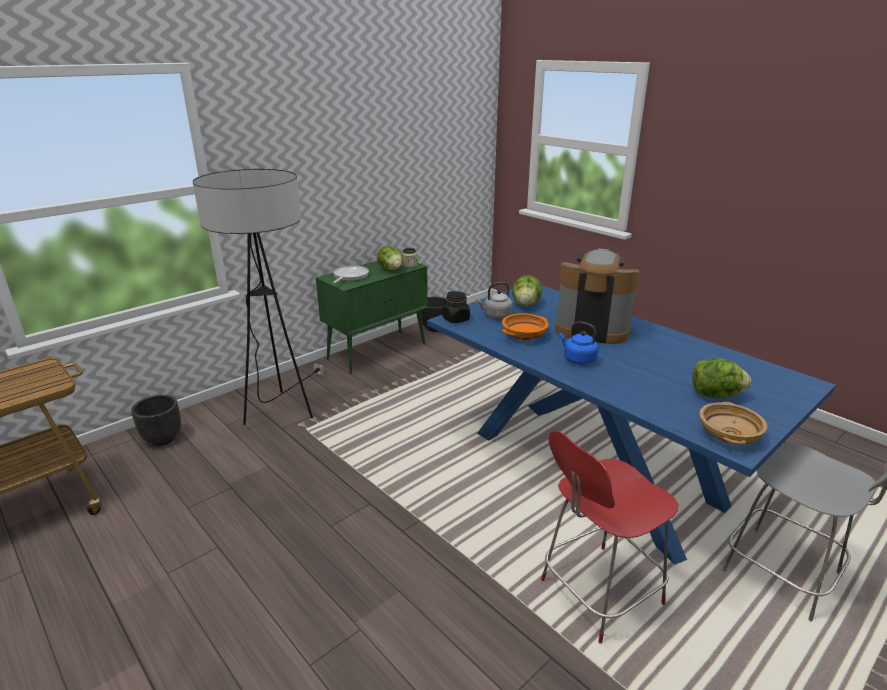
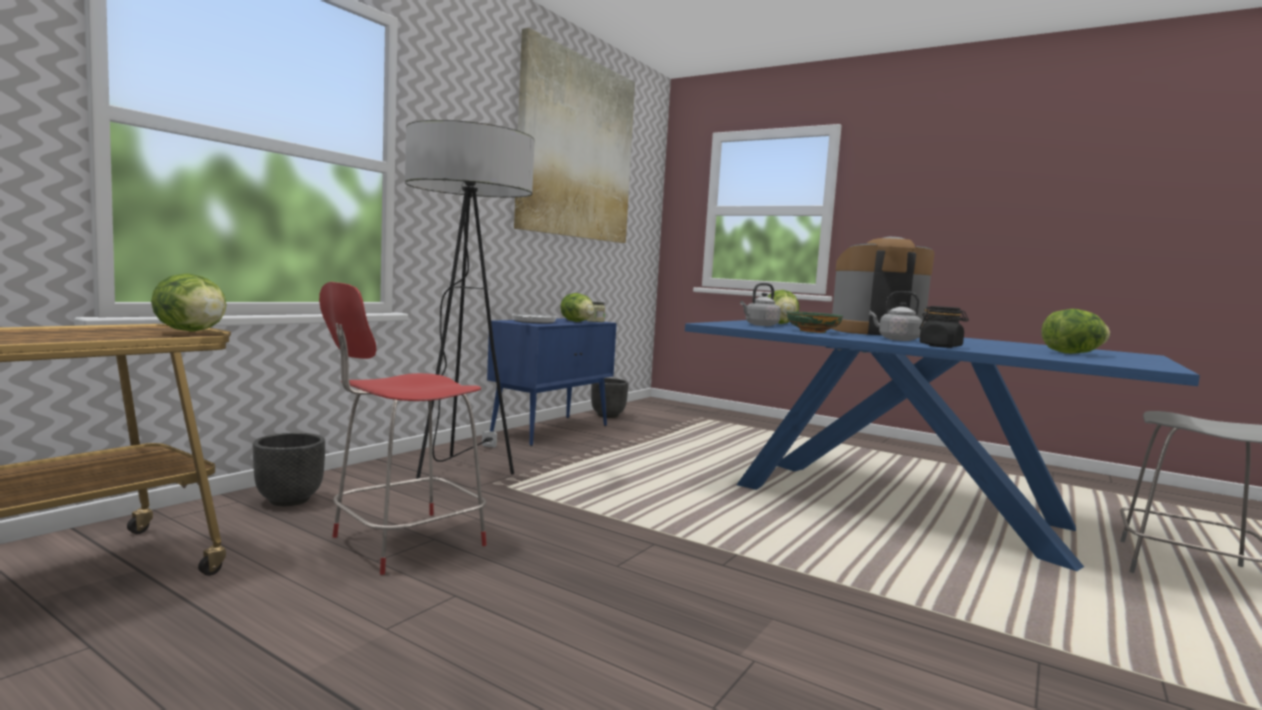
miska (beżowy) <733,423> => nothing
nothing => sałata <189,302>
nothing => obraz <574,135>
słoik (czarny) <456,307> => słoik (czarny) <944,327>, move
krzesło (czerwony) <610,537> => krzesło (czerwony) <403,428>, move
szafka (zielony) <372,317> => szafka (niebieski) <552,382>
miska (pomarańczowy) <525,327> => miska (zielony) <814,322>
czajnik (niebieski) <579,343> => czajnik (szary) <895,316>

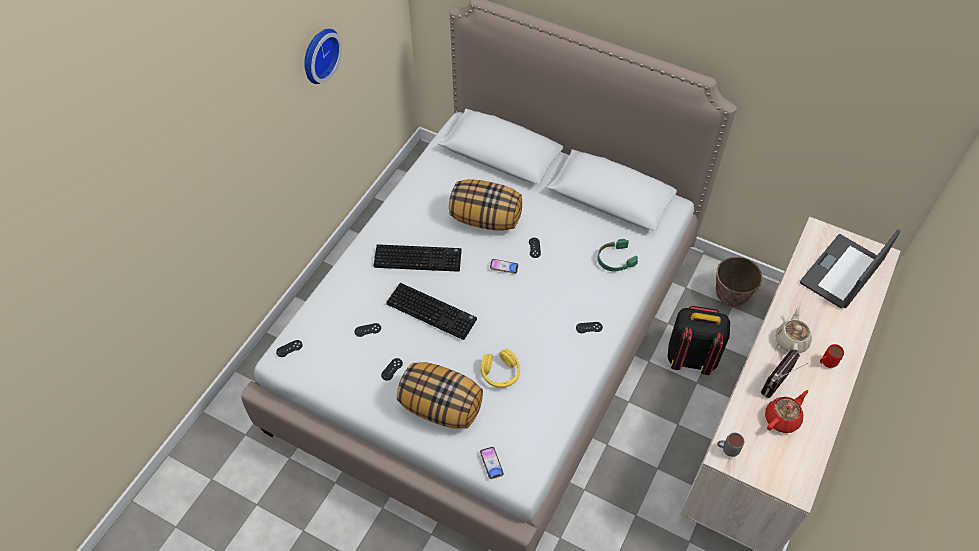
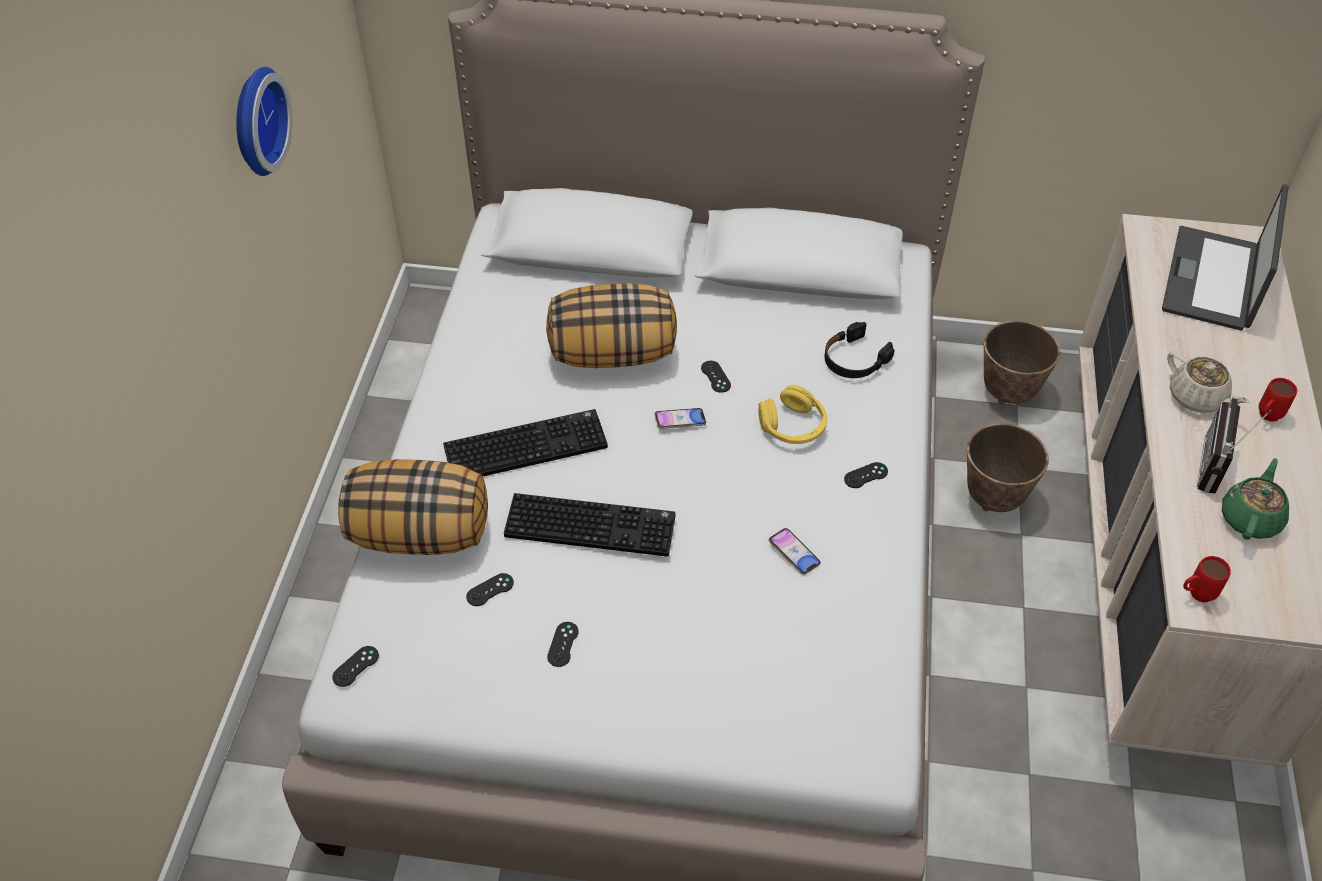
poduszka <440,395> => poduszka <413,507>, move
telefon <492,463> => telefon <795,551>, move
słuchawki (żółty) <500,368> => słuchawki (żółty) <792,414>, move
plecak (czarny) <699,340> => donica <1008,467>
słuchawki (zielony) <618,255> => słuchawki (czarny) <859,350>
kubek (szary) <730,445> => kubek (czerwony) <1207,579>
imbryk (czerwony) <786,411> => imbryk (zielony) <1255,499>
imbryk (beżowy) <794,329> => imbryk (beżowy) <1208,382>, 150 degrees clockwise

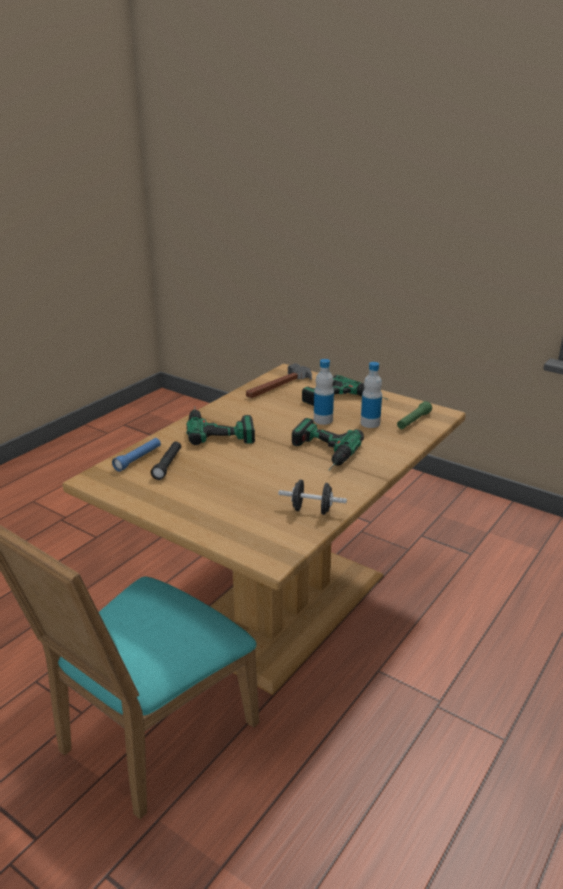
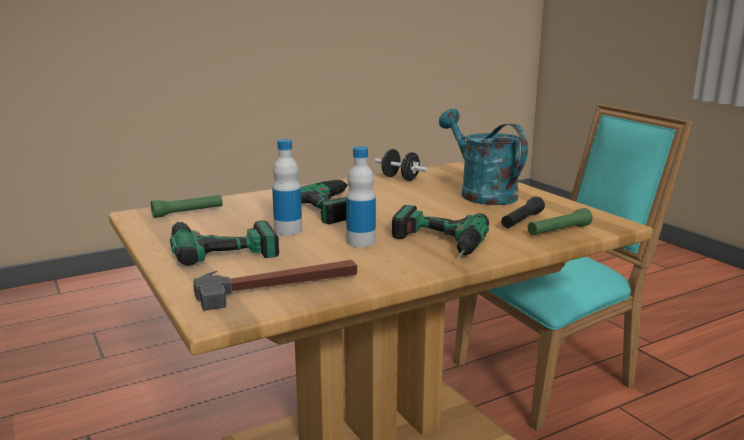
nothing => konewka (turkusowy) <483,157>
butelka <371,395> => butelka <361,196>, move
latarka (niebieski) <136,455> => latarka (zielony) <560,221>

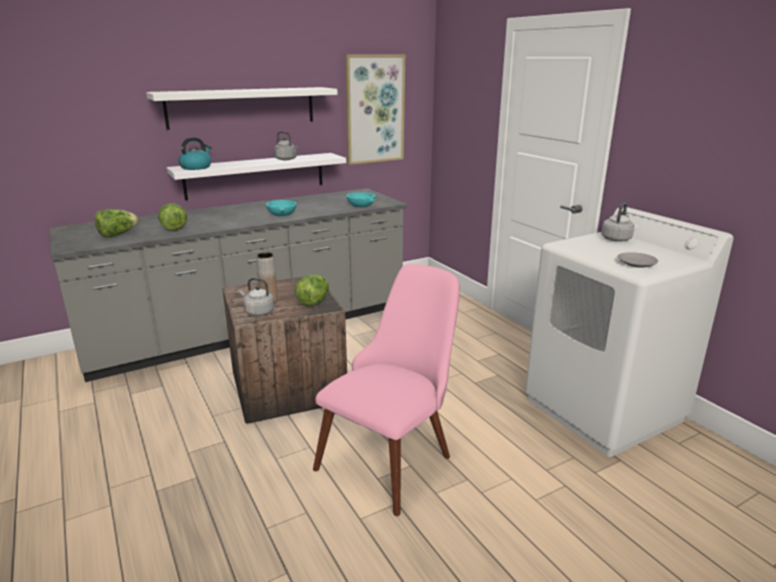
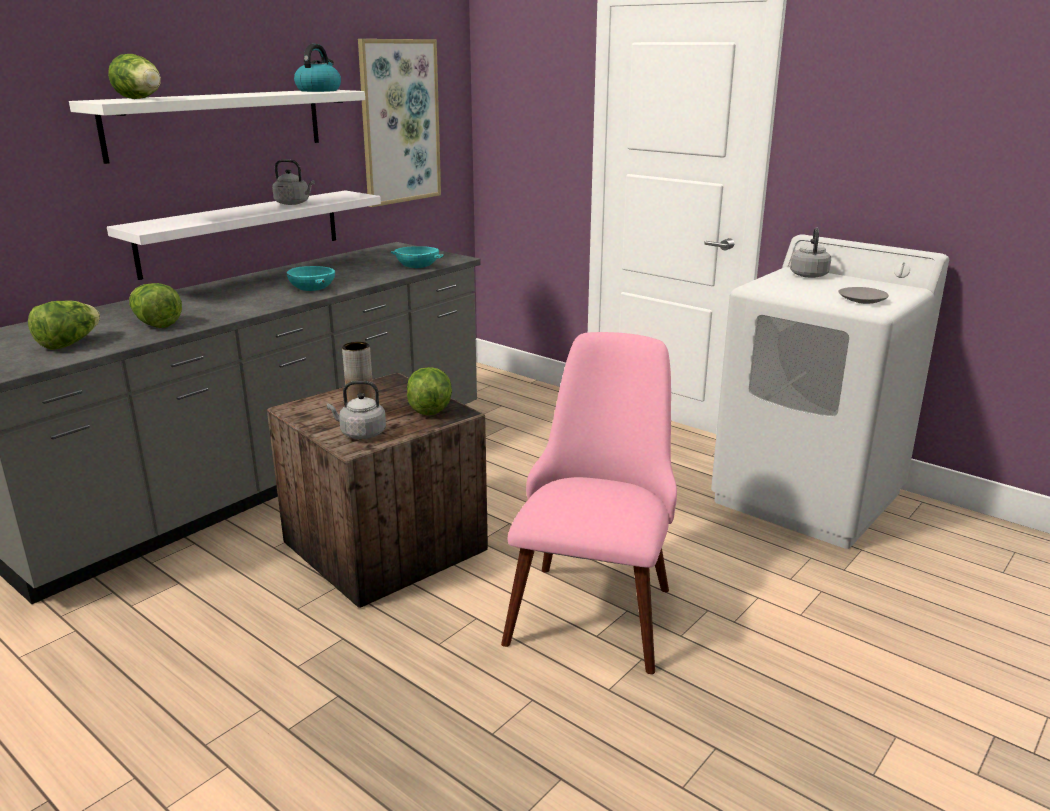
nothing => sałata <134,76>
czajnik <194,153> => czajnik <317,68>, move

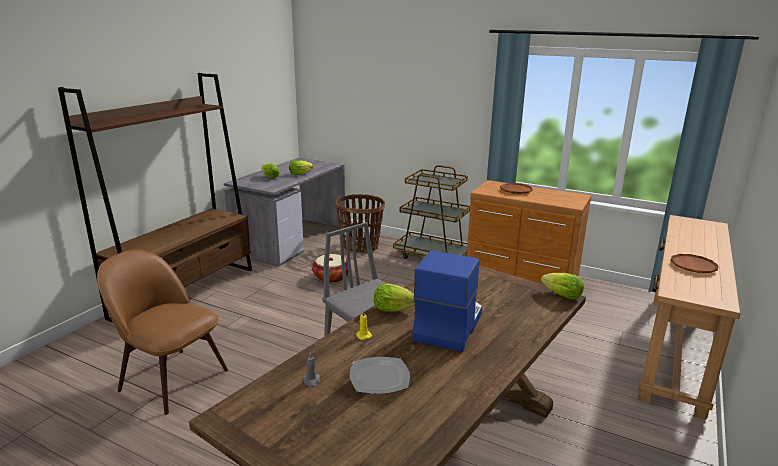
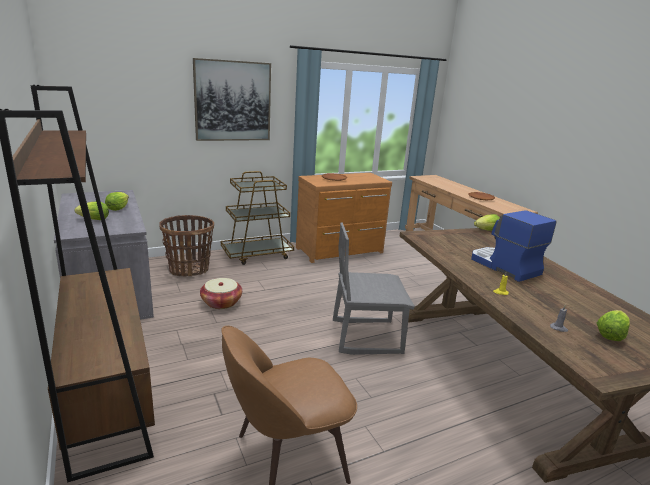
talerz <380,375> => nothing
nothing => obraz <232,99>
sałata <394,297> => sałata <613,325>, move

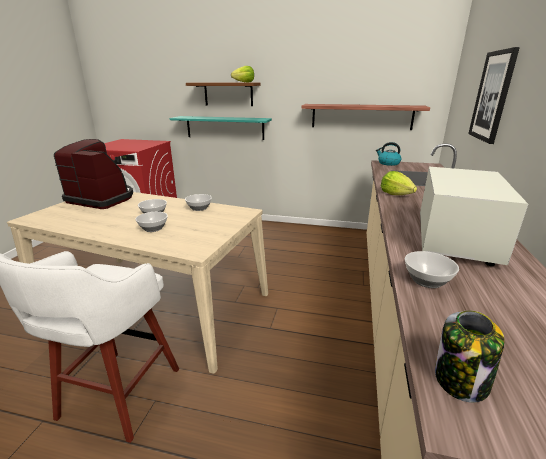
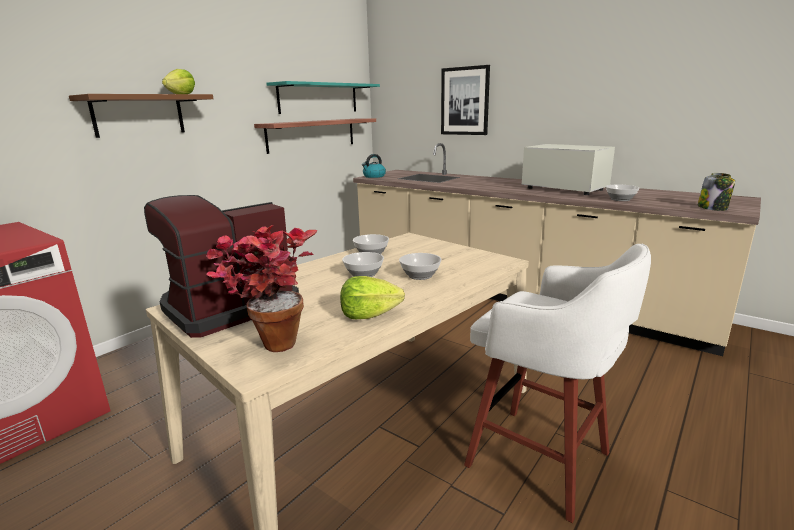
nothing => roślina doniczkowa <261,288>
półka (turkusowy) <220,128> => półka (turkusowy) <323,97>, move
sałata <399,183> => sałata <372,297>, move

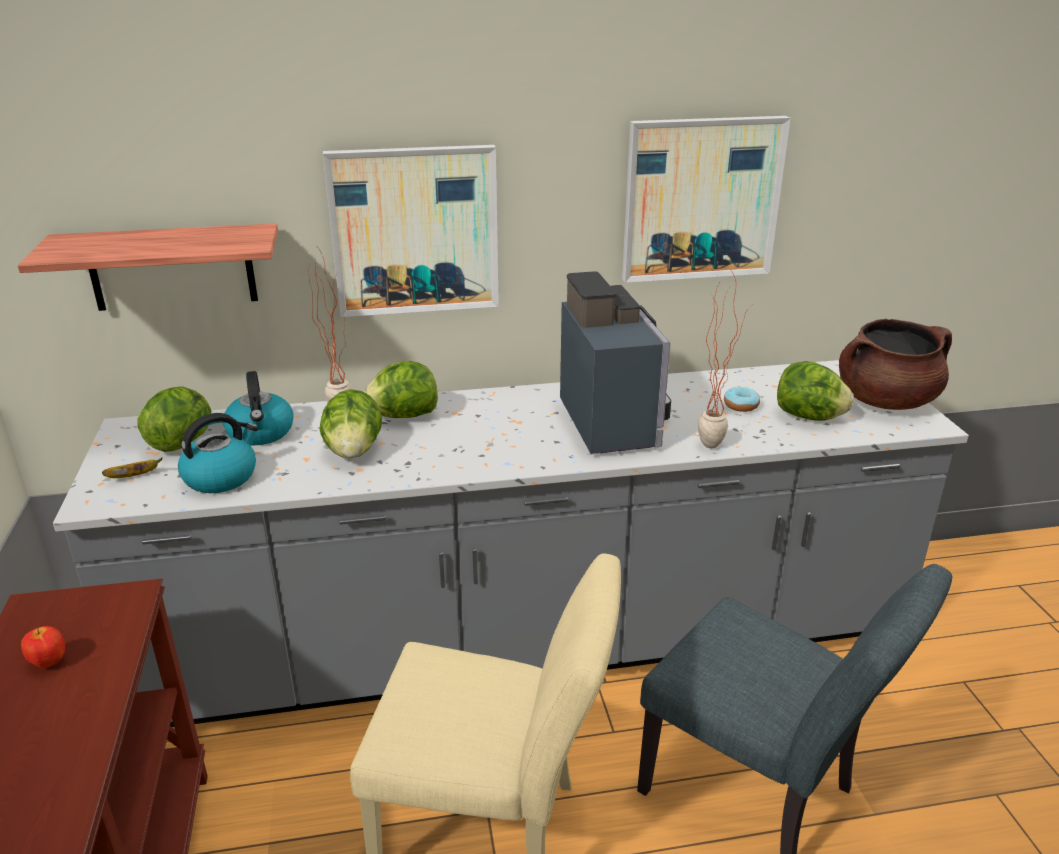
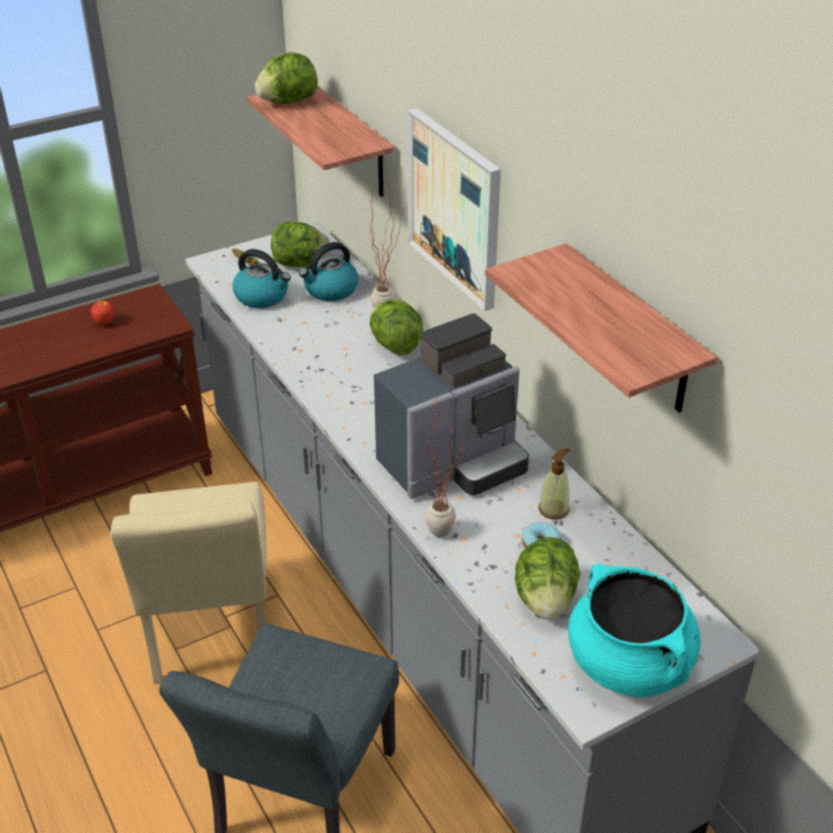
nothing => dozownik mydła <554,484>
sałata <351,424> => sałata <286,78>, move
obraz <706,199> => półka <601,328>
garnek (brązowy) <895,364> => garnek (turkusowy) <634,631>

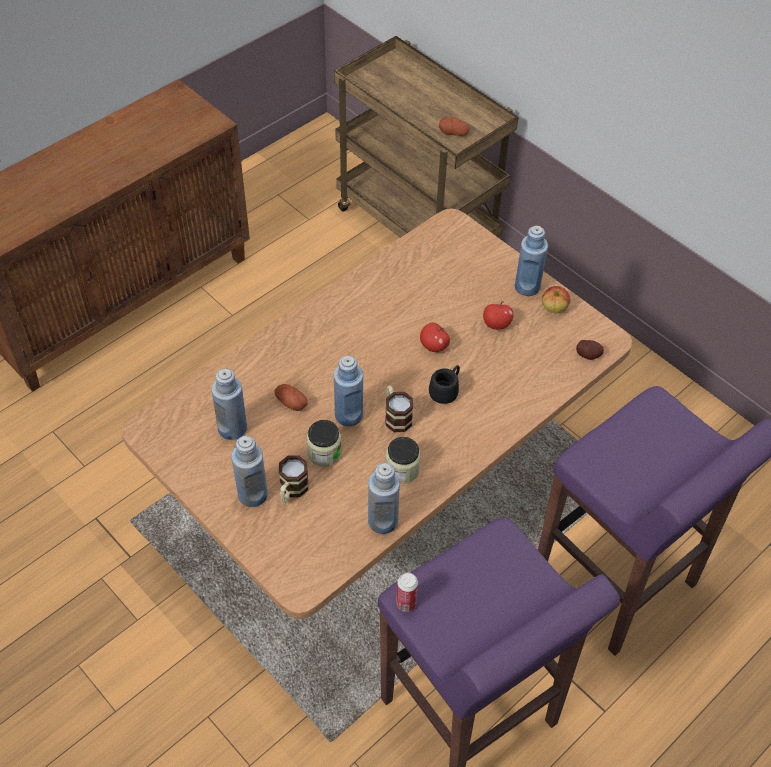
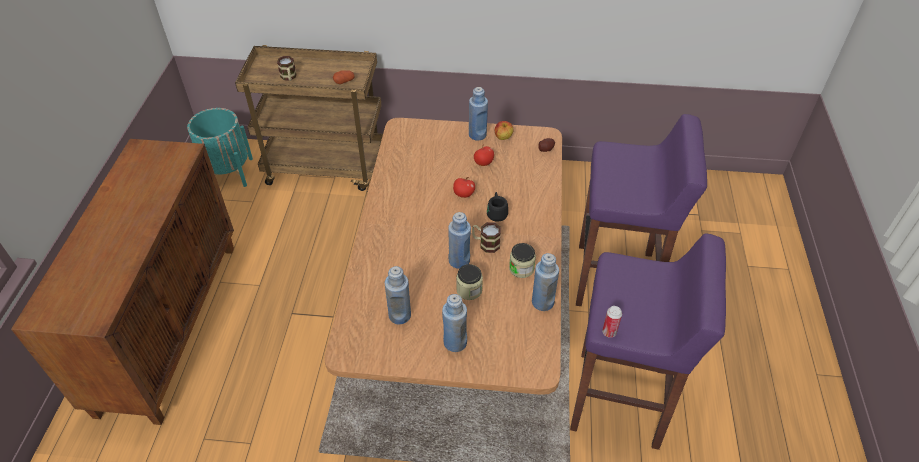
ziemniak <290,397> => nothing
nothing => donica (turkusowy) <220,147>
kubek <294,479> => kubek <287,68>, move

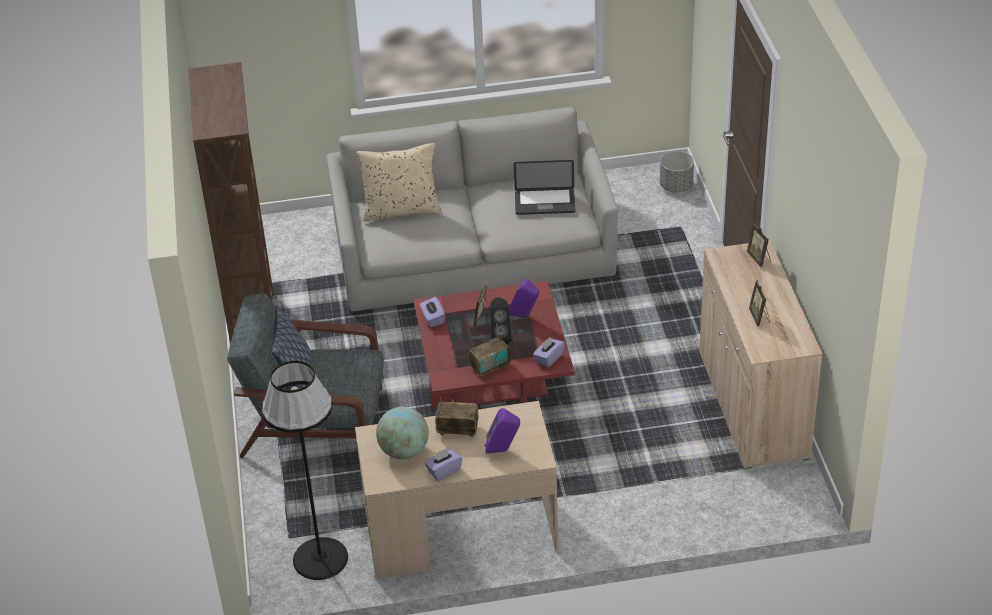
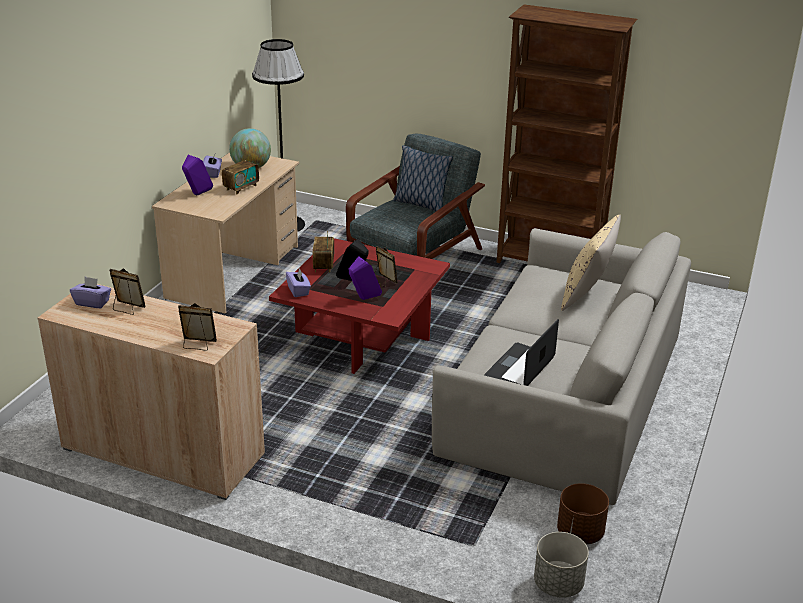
nothing => donica (brązowy) <583,513>
pudełko chusteczek (fioletowy) <432,312> => pudełko chusteczek (fioletowy) <90,292>, move

